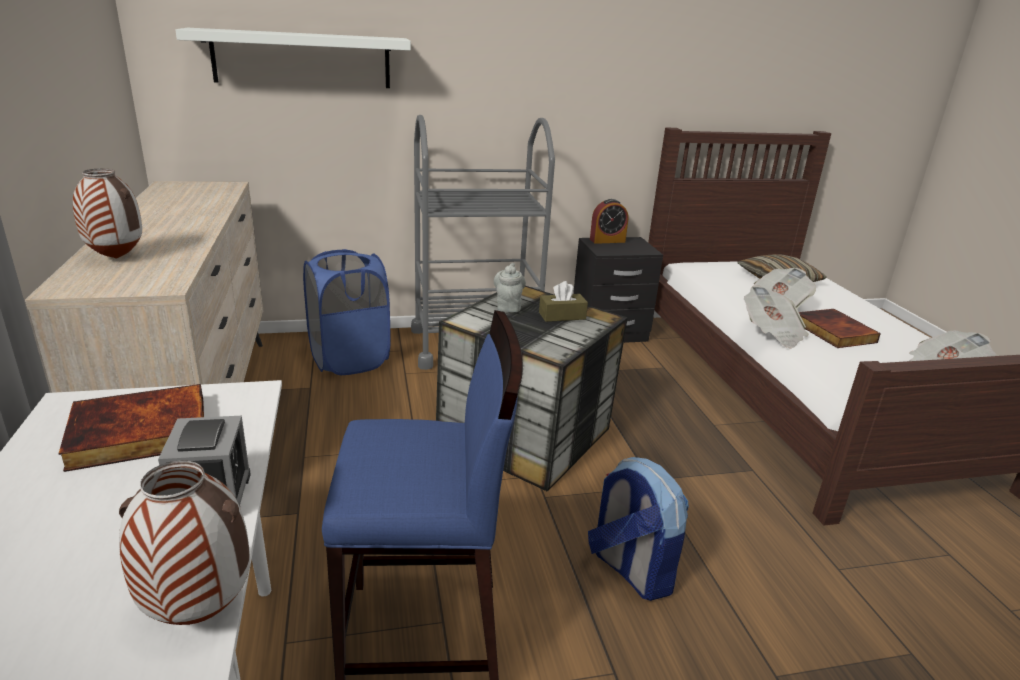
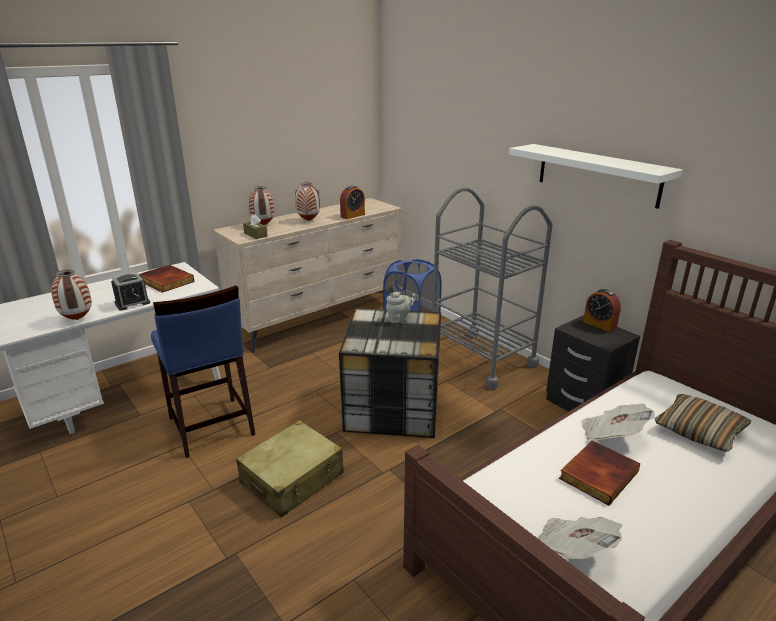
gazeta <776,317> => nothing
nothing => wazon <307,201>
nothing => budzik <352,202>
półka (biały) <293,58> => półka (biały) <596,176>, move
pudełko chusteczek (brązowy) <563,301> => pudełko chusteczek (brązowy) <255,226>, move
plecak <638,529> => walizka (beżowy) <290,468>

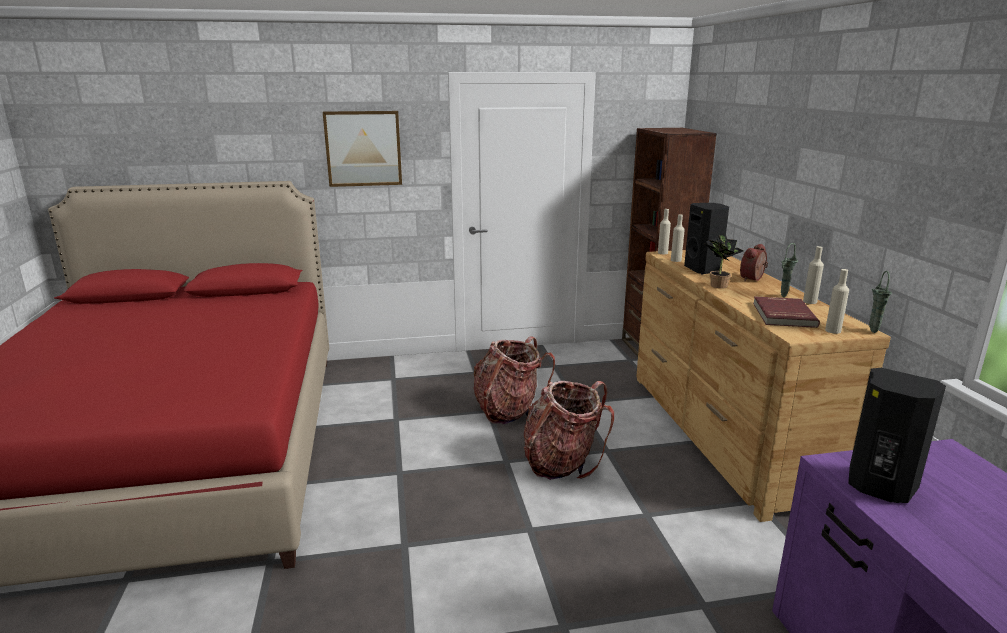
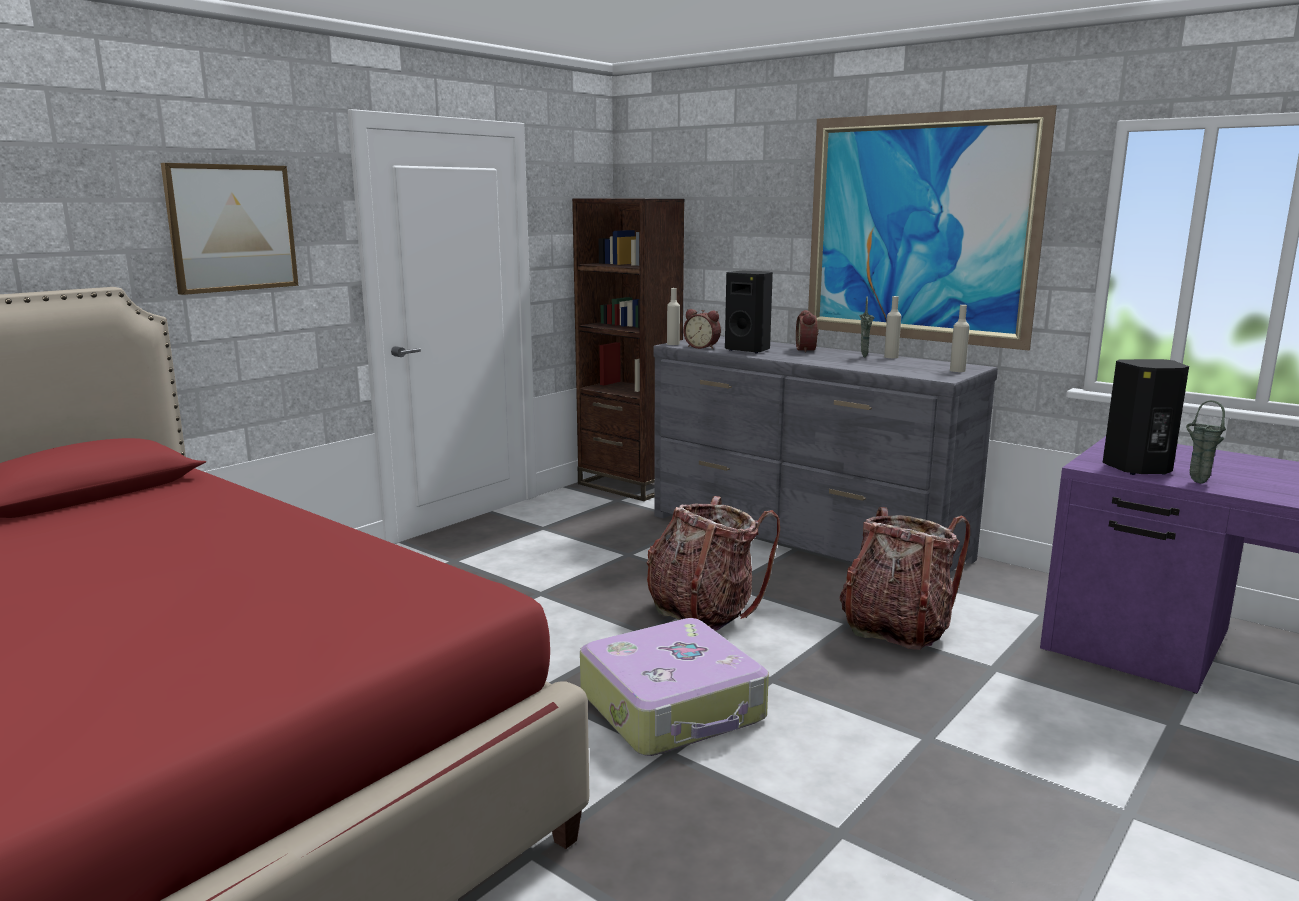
roślina doniczkowa <724,260> => nothing
książka (czerwony) <786,312> => nothing
nothing => walizka <674,687>
nothing => obraz <932,227>
plecak <514,380> => plecak <904,578>, move
wazon (zielony) <880,302> => wazon (zielony) <1206,442>, move
butelka (beżowy) <678,238> => budzik <702,329>
komoda (brązowy) <763,386> => komoda (szary) <825,454>

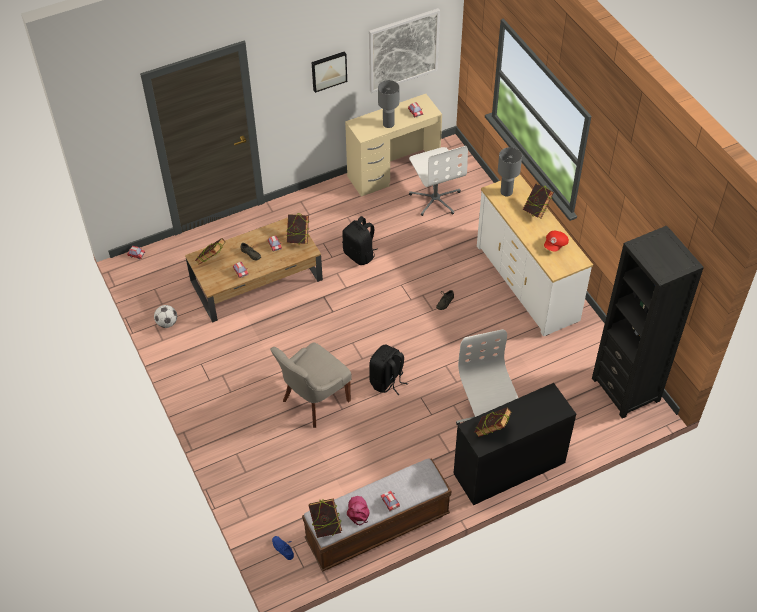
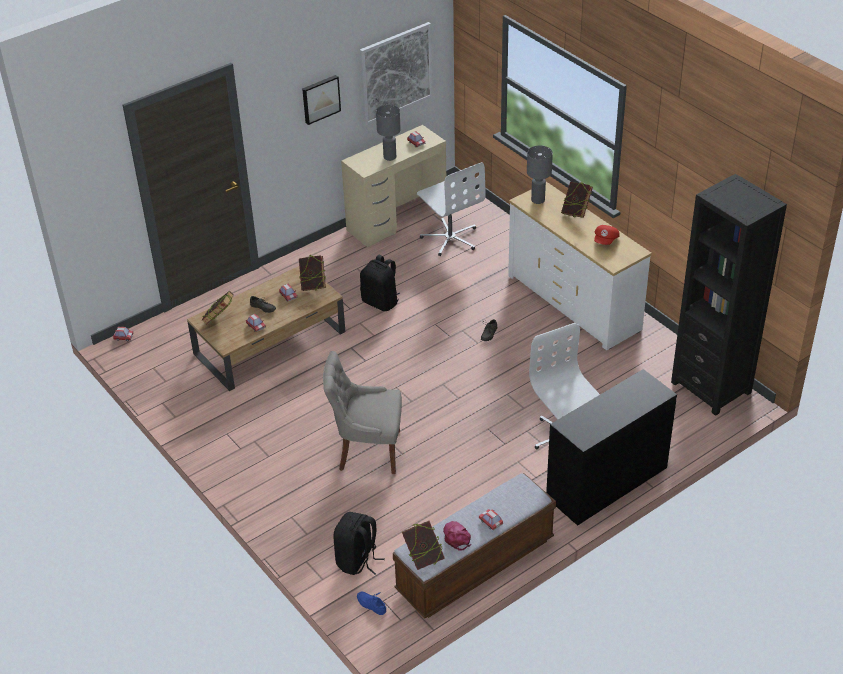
piłka futbolowa <165,316> => nothing
książka <492,422> => nothing
plecak (czarny) <388,369> => plecak (czarny) <359,543>, move
krzesło (szary) <311,385> => krzesło (szary) <362,412>, 60 degrees clockwise

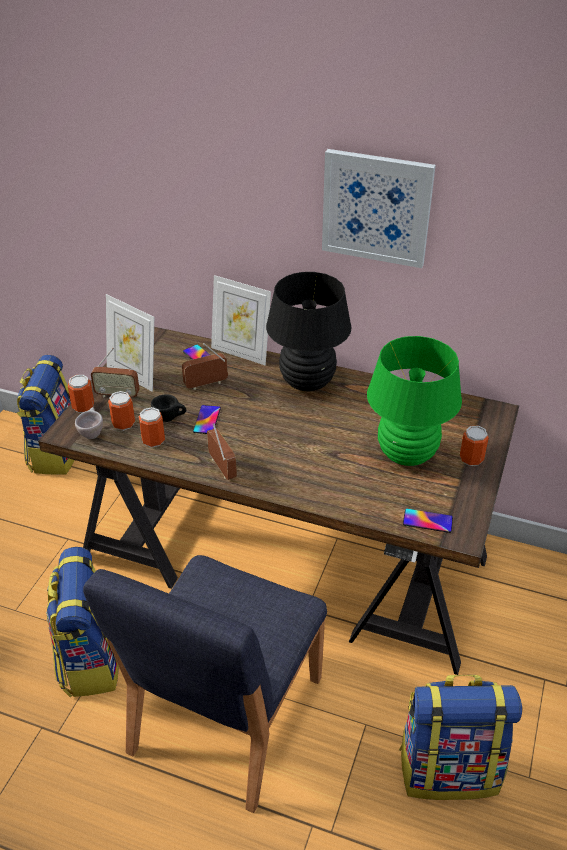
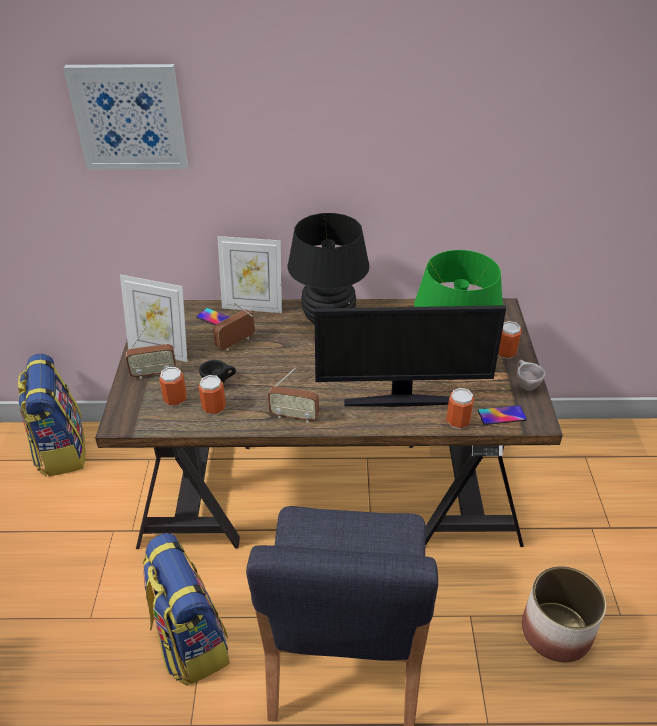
telefon <207,419> => nothing
nothing => monitor <410,356>
puszka <81,394> => puszka <460,408>, move
filiżanka (beżowy) <89,423> => filiżanka (beżowy) <531,375>, move
obraz <379,208> => obraz <125,117>, move
plecak <460,737> => donica <564,614>
radio <222,451> => radio <293,395>, 150 degrees clockwise

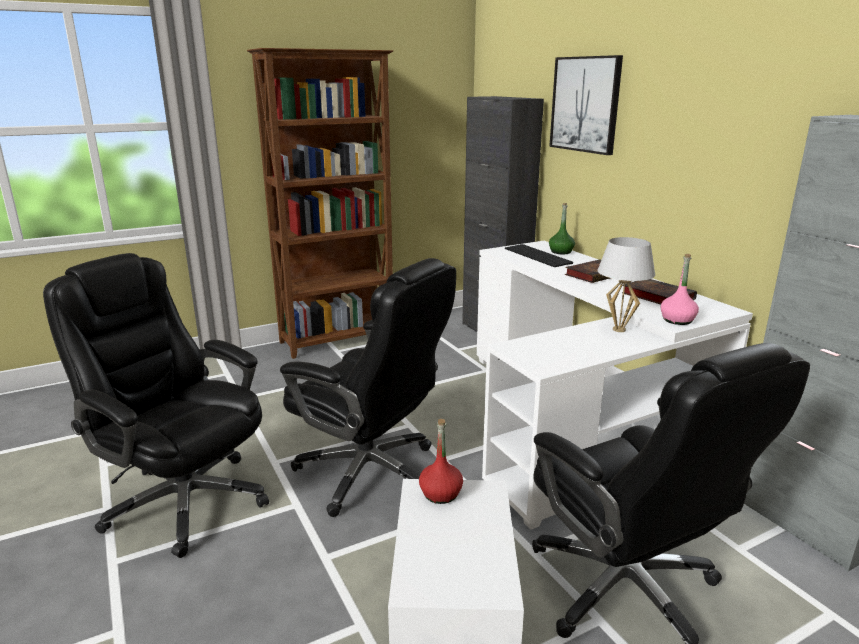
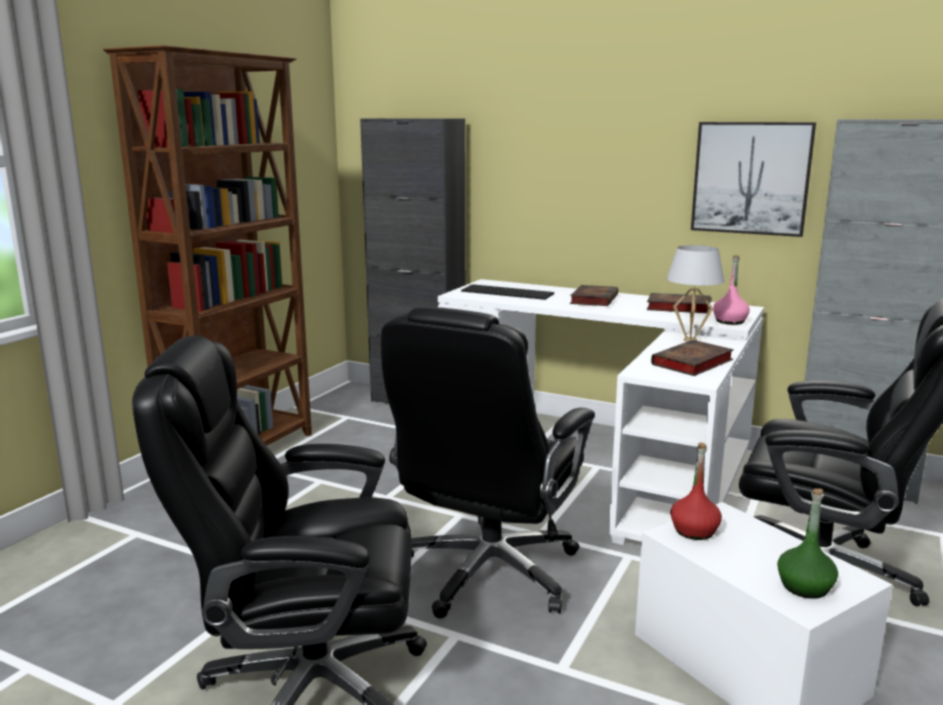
nothing => książka <692,358>
obraz <586,105> => obraz <753,179>, move
butelka (zielony) <562,228> => butelka (zielony) <807,543>, move
krzesło biurowe (czarny) <368,387> => krzesło biurowe (czarny) <488,462>, 120 degrees clockwise

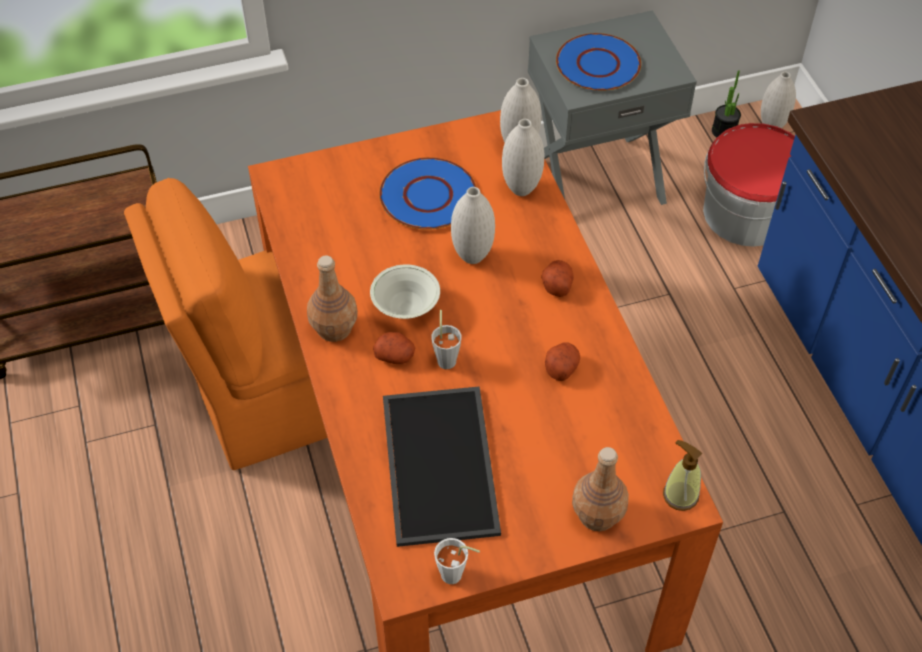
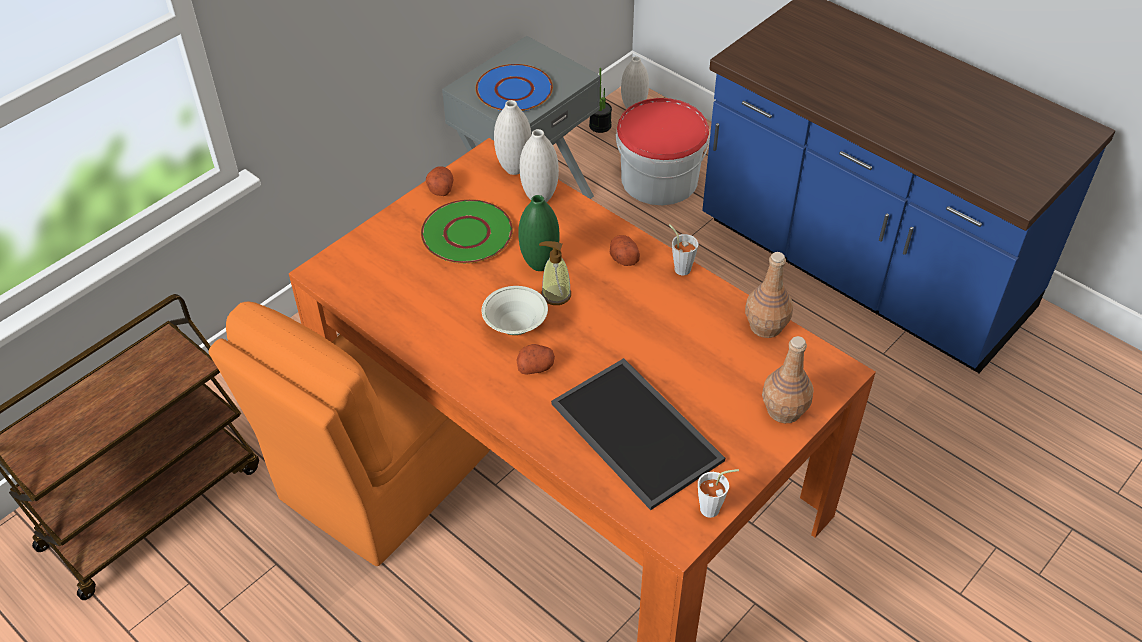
butelka (brązowy) <332,298> => butelka (brązowy) <769,295>, move
filiżanka (szary) <446,339> => filiżanka (szary) <684,249>, move
ziemniak <562,362> => ziemniak <439,181>, move
dozownik mydła <682,475> => dozownik mydła <555,273>, move
talerz (niebieski) <427,193> => talerz (zielony) <467,231>
wazon (biały) <473,225> => wazon (zielony) <539,233>

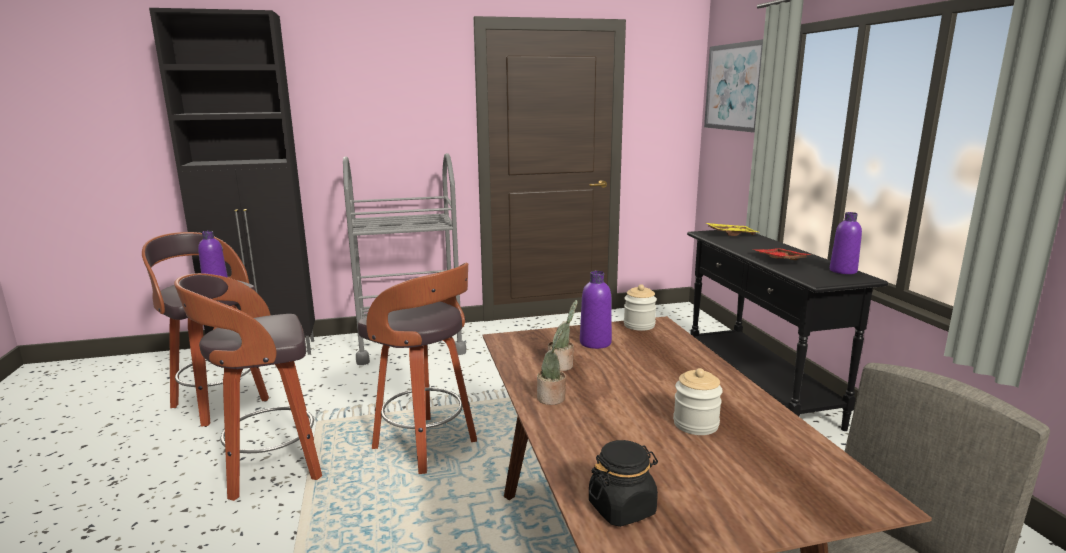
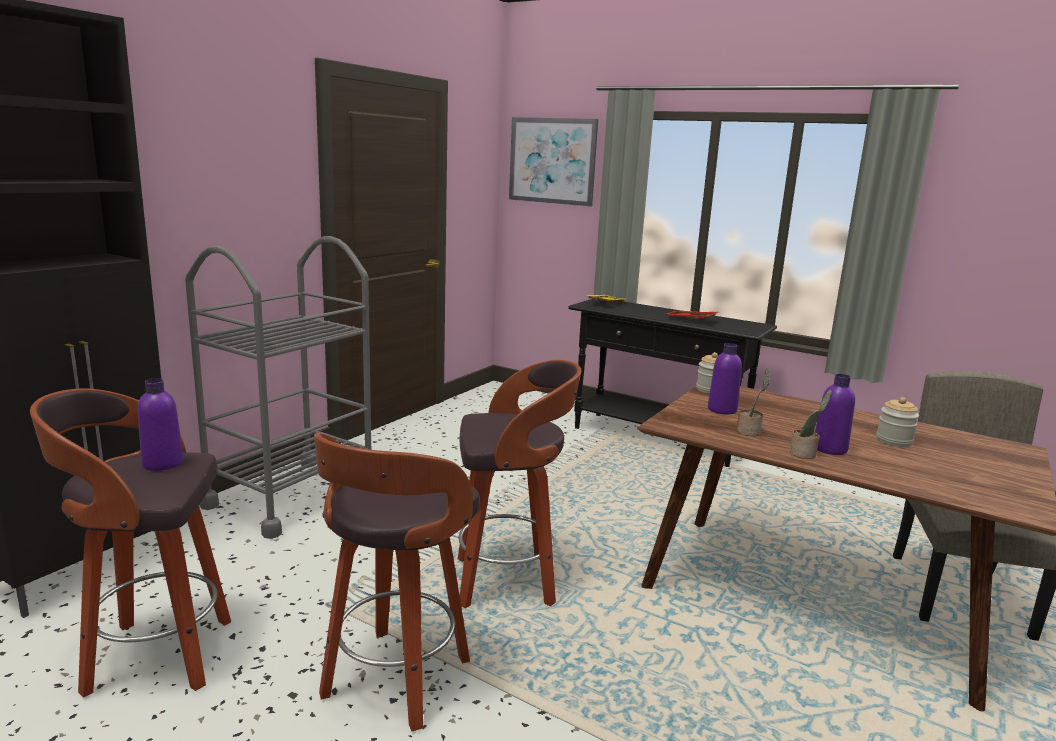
słoik (czarny) <623,483> => nothing
butelka (fioletowy) <846,243> => butelka (fioletowy) <835,414>, move

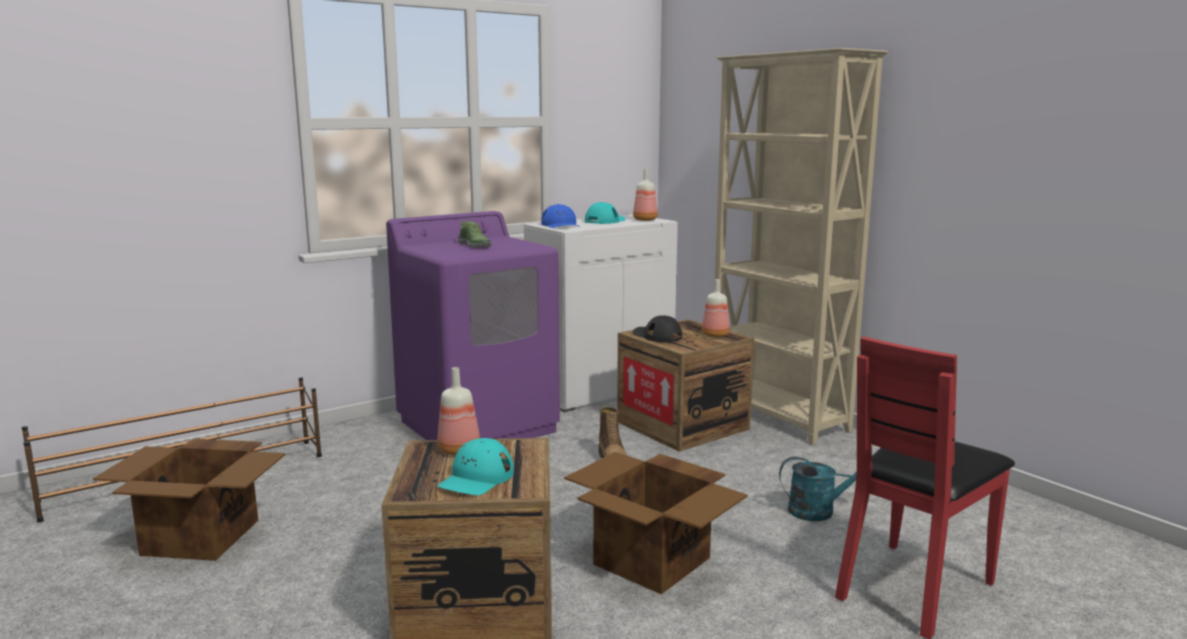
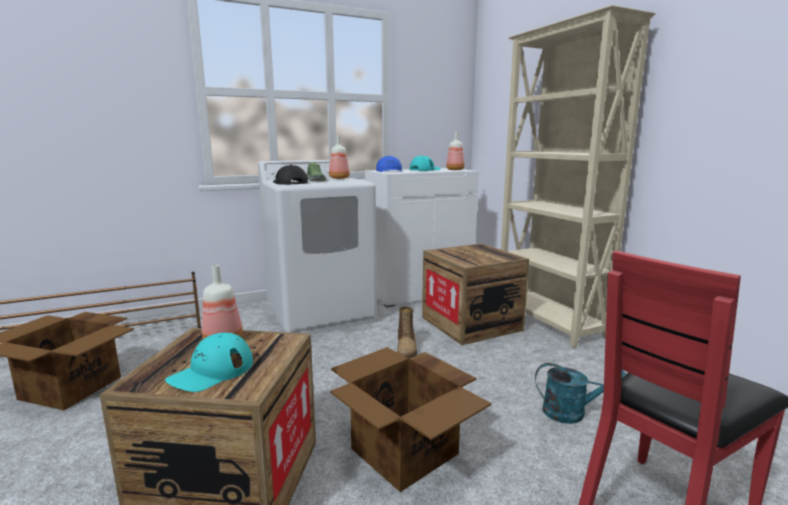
czapka z daszkiem (czarny) <657,328> => czapka z daszkiem (czarny) <290,175>, move
butelka <716,308> => butelka <339,157>, move
pralka (fioletowy) <473,325> => pralka (biały) <317,247>

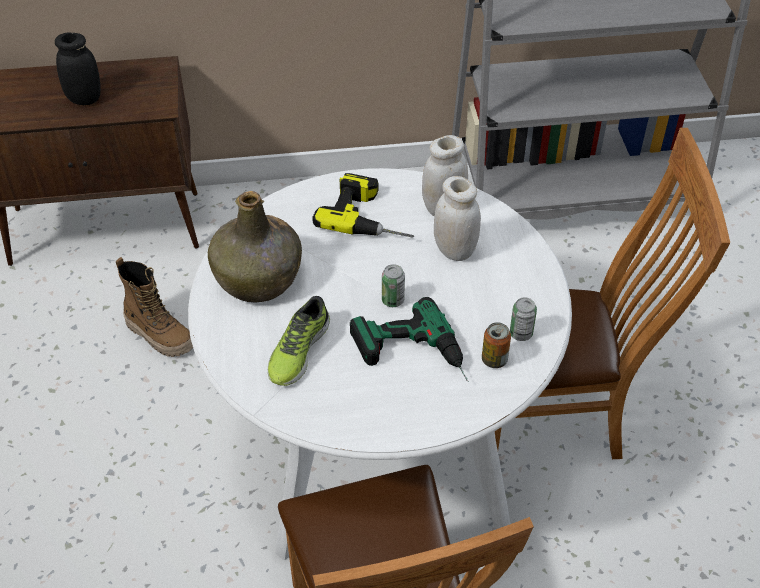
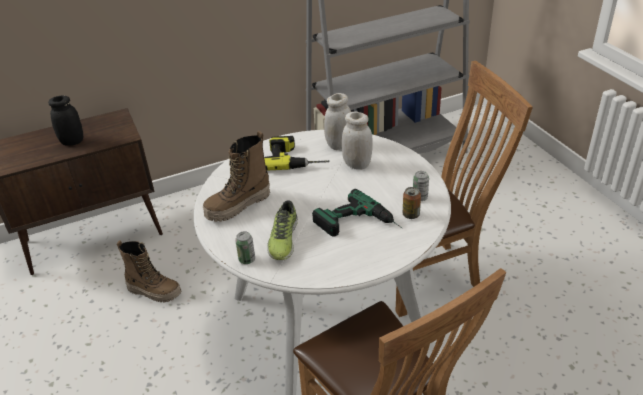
puszka <393,285> => puszka <245,247>, move
butelka (zielony) <255,247> => but z cholewką <236,176>

